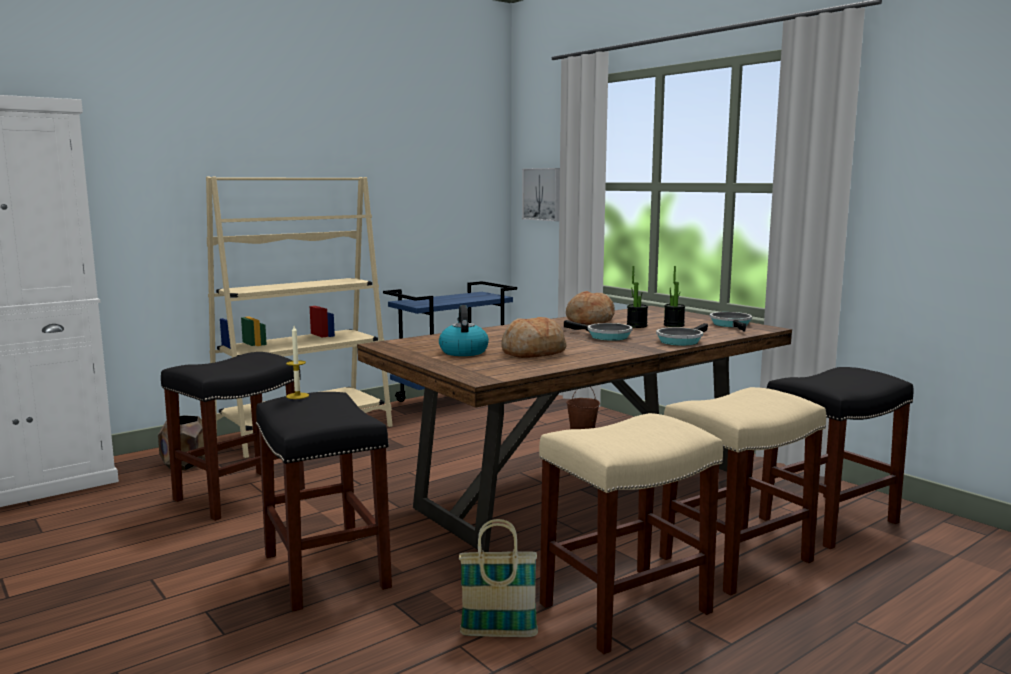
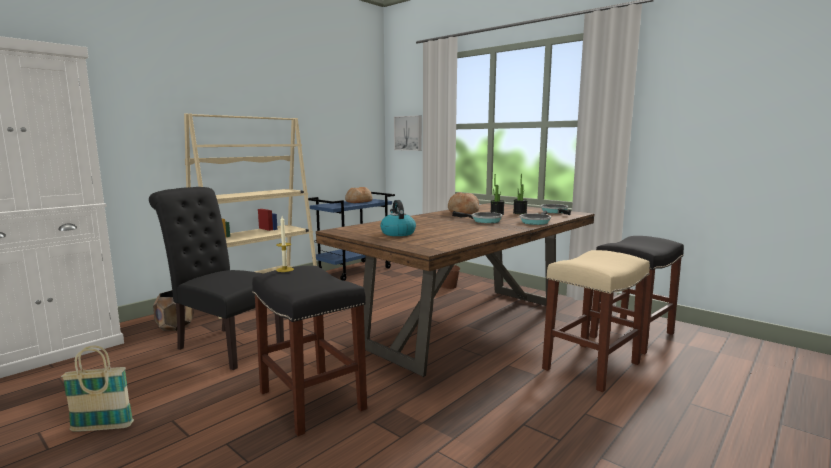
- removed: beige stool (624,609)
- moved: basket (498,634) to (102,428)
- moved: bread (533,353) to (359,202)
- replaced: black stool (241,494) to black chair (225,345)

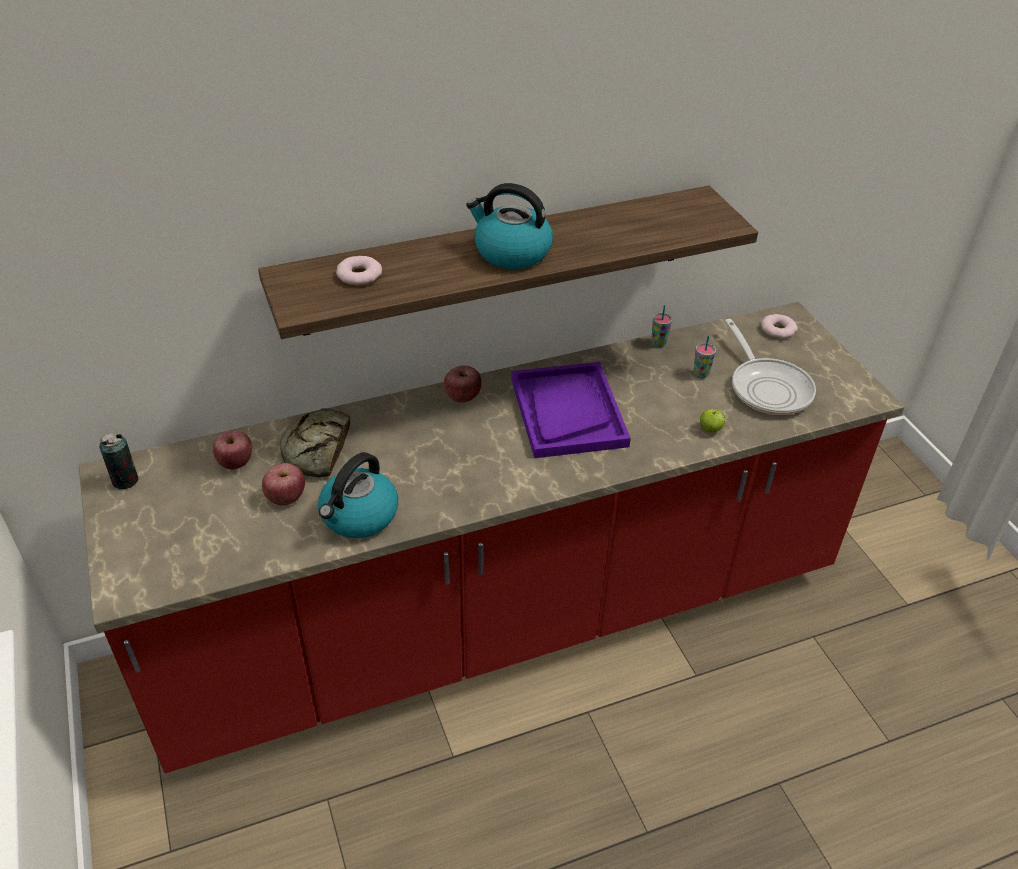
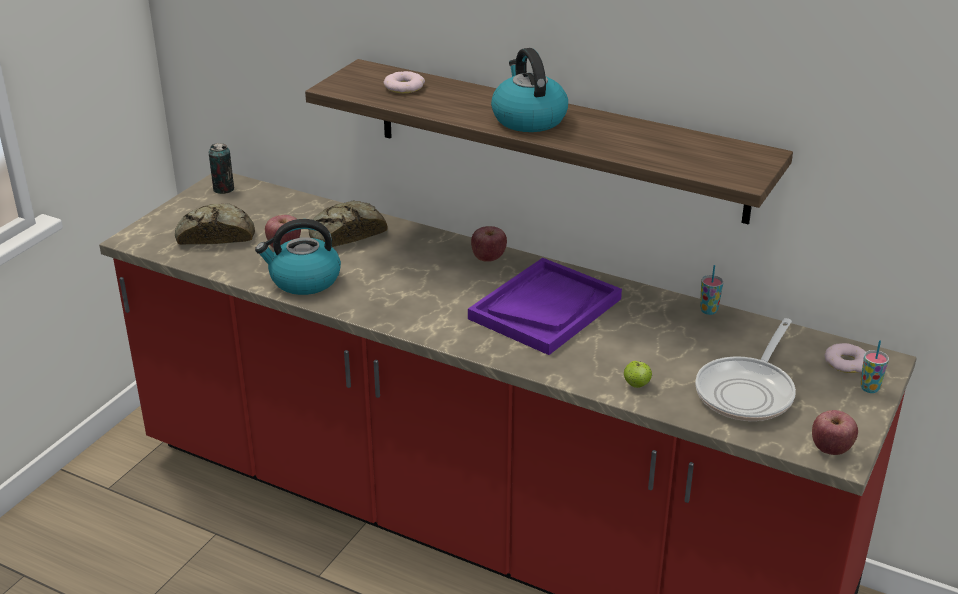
- added: bread (215,234)
- moved: apple (236,463) to (831,449)
- moved: cup (701,374) to (869,388)

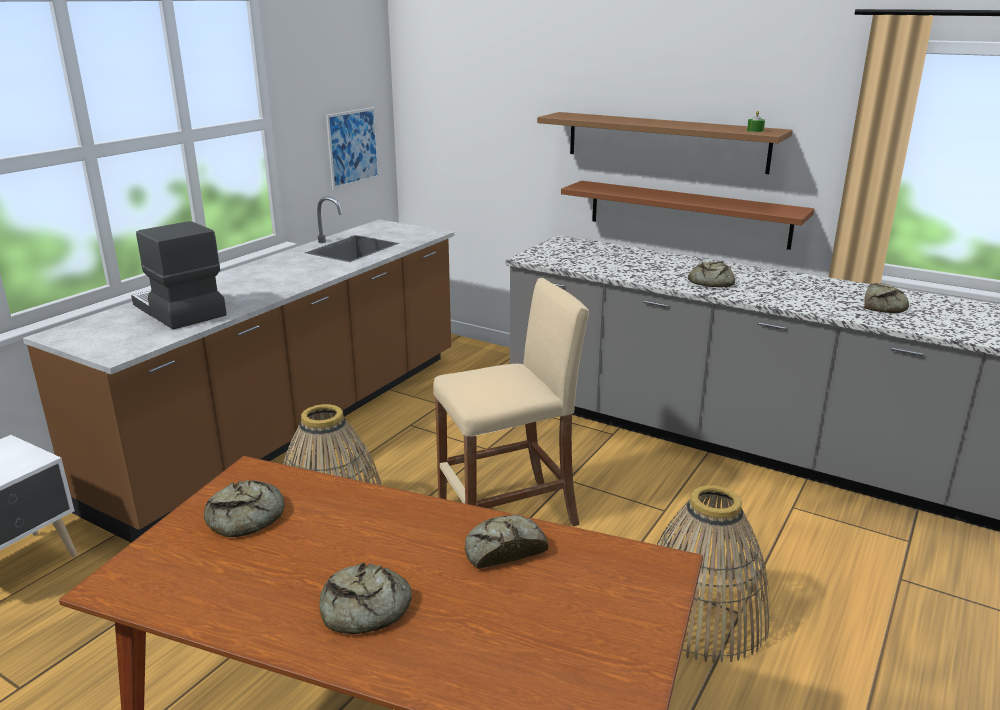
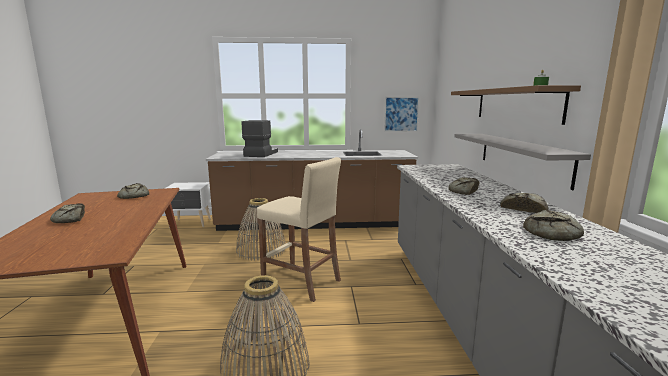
- moved: bread (503,549) to (523,209)
- recoloured: brown shelf (687,214) to grey shelf (521,156)

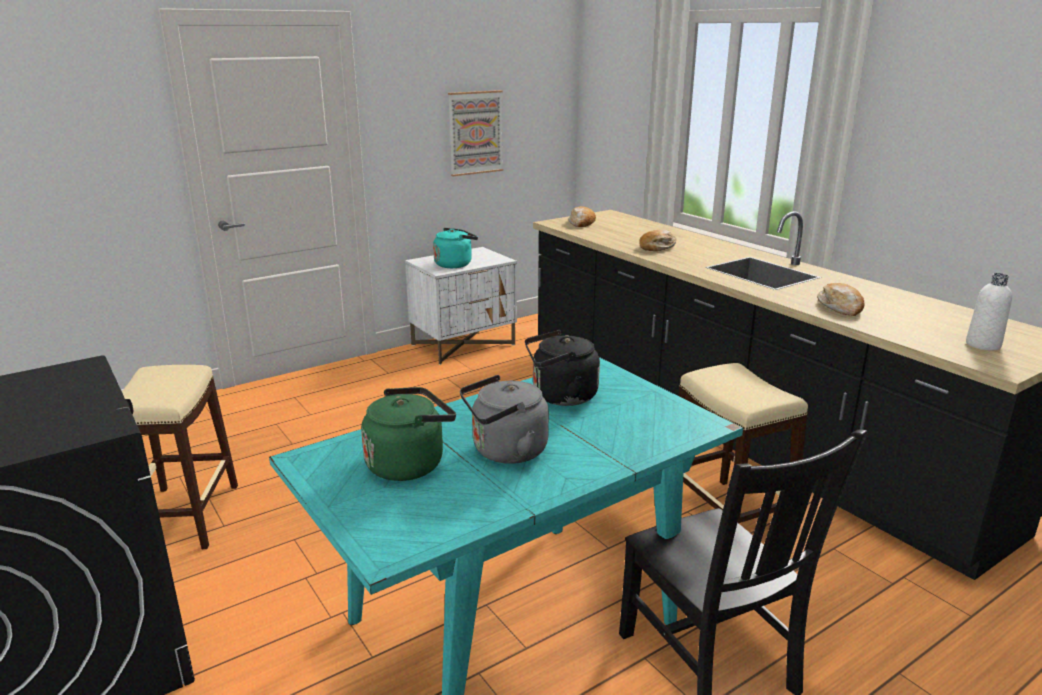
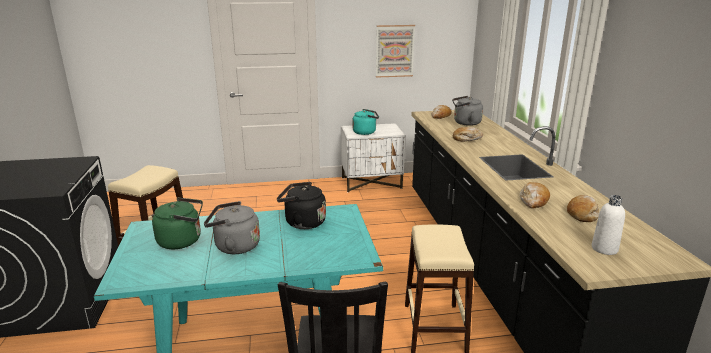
- added: grey kettle (465,123)
- added: bread (582,214)

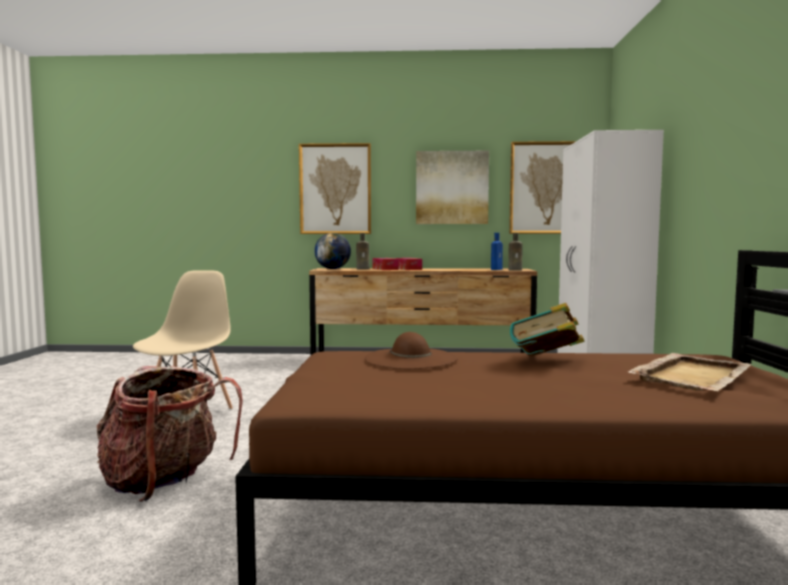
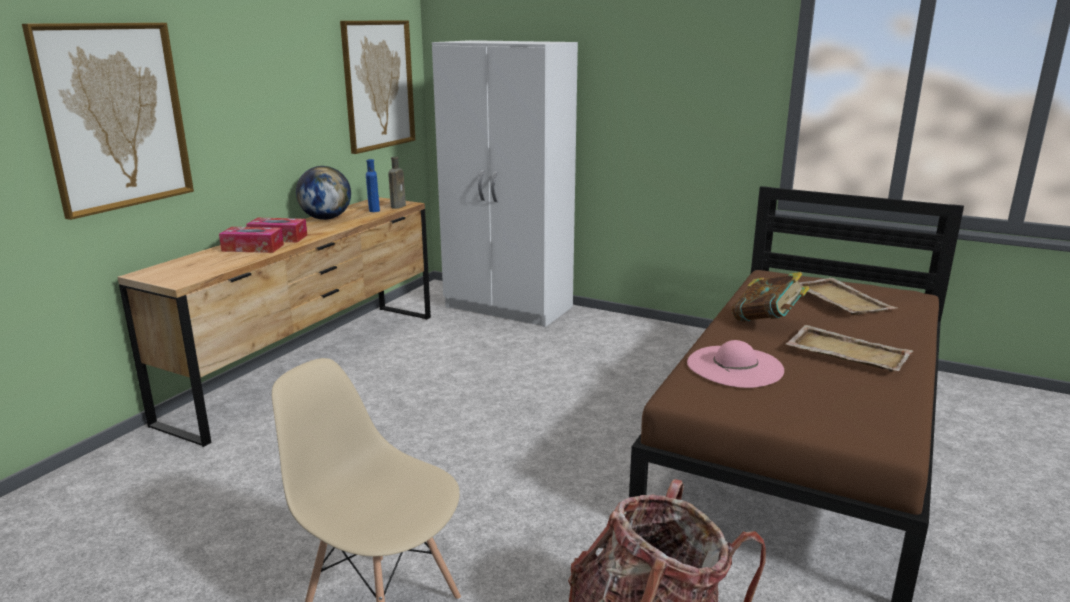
- removed: brown bottle (364,269)
- removed: picture (452,188)
- added: beige tray (846,352)
- moved: globe (332,269) to (326,218)
- recoloured: brown hat (411,359) to pink hat (735,366)

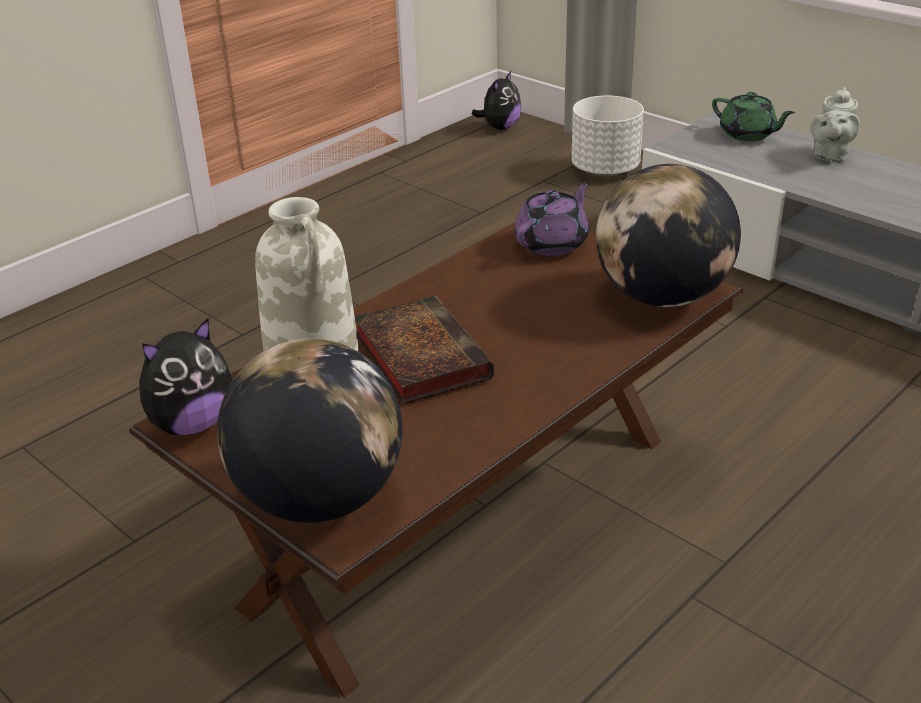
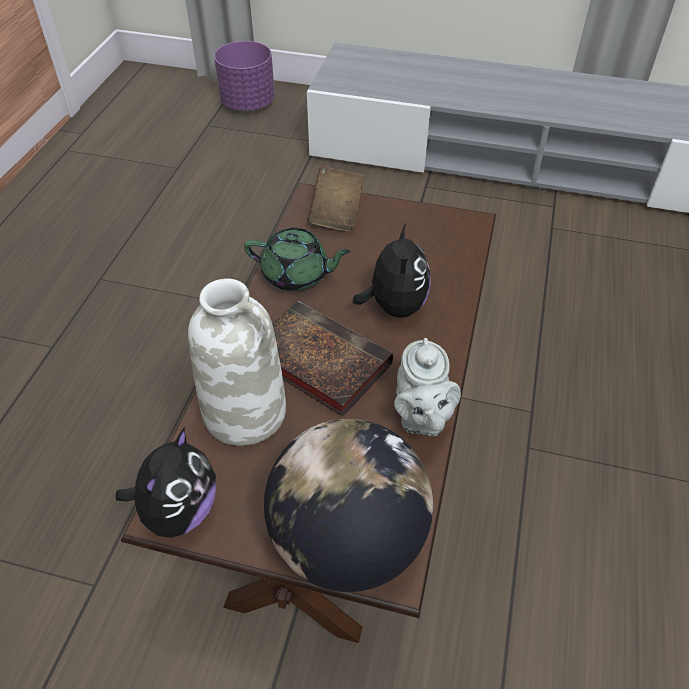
- removed: globe (661,296)
- moved: plush toy (500,127) to (394,306)
- moved: green teapot (748,134) to (296,275)
- moved: grey teapot (830,156) to (421,418)
- replaced: purple teapot (553,243) to brown book (336,213)
- recoloured: white planter (605,169) to purple planter (248,103)

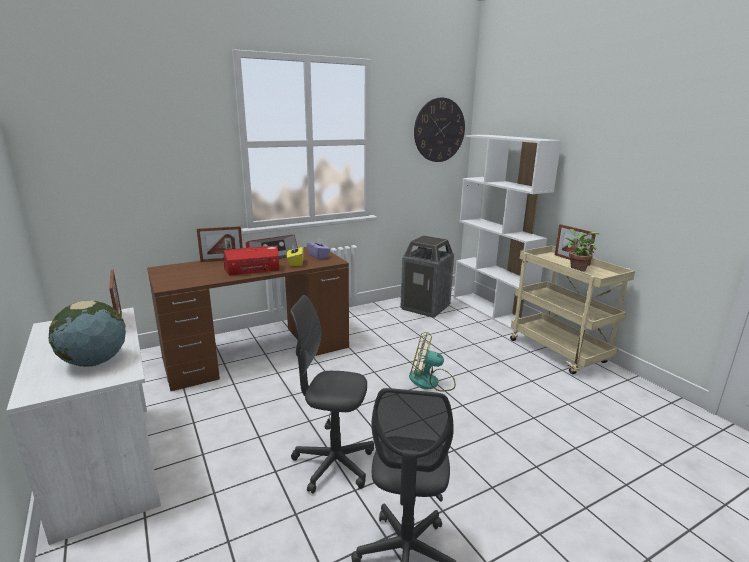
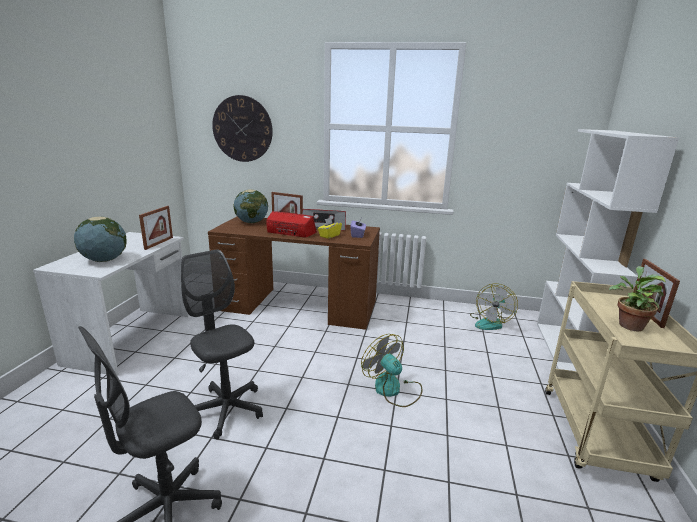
- added: globe (252,222)
- moved: wall clock (439,130) to (242,129)
- replaced: trash can (426,307) to fan (490,322)

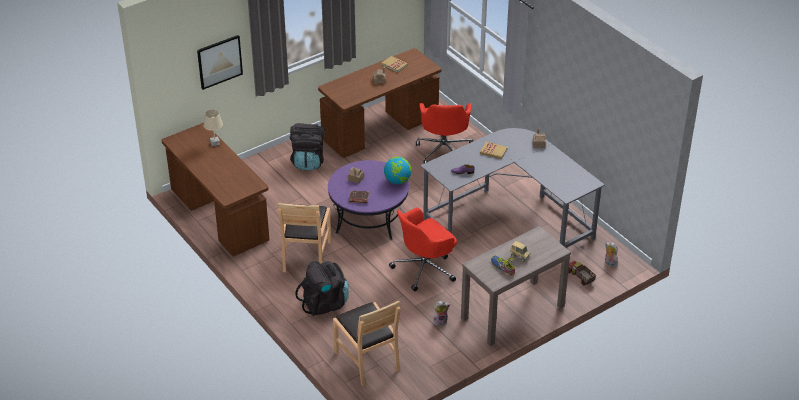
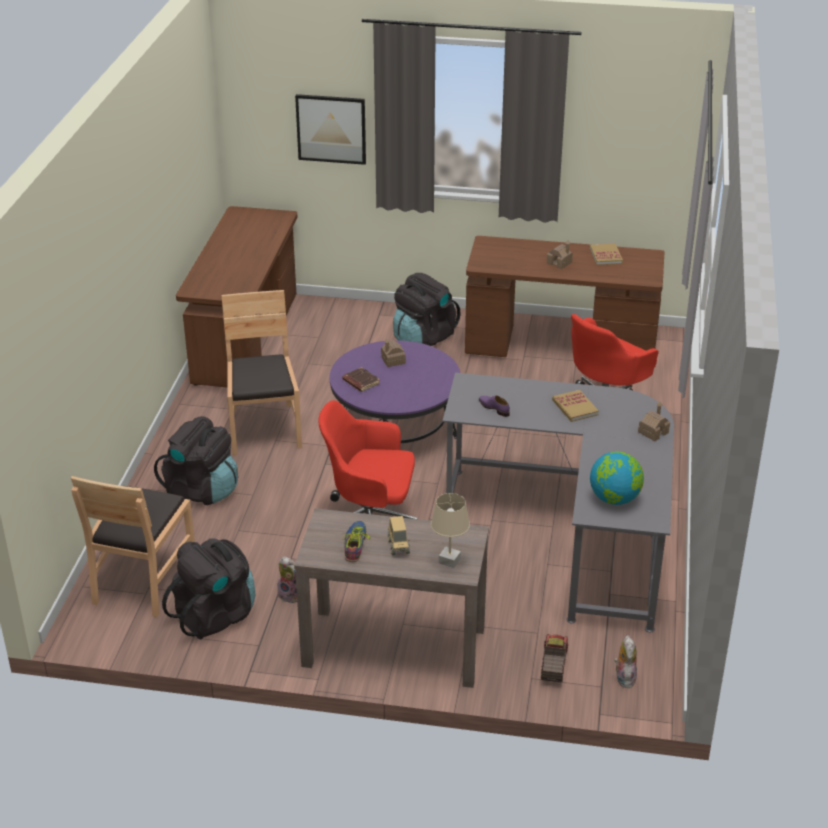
- added: black backpack (215,615)
- moved: beige table lamp (215,143) to (450,561)
- moved: globe (397,181) to (614,499)
- turned: brown chair (306,256) = (264,429) 120 degrees clockwise

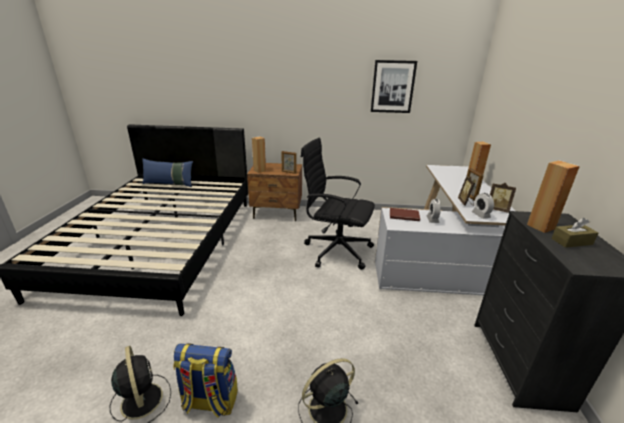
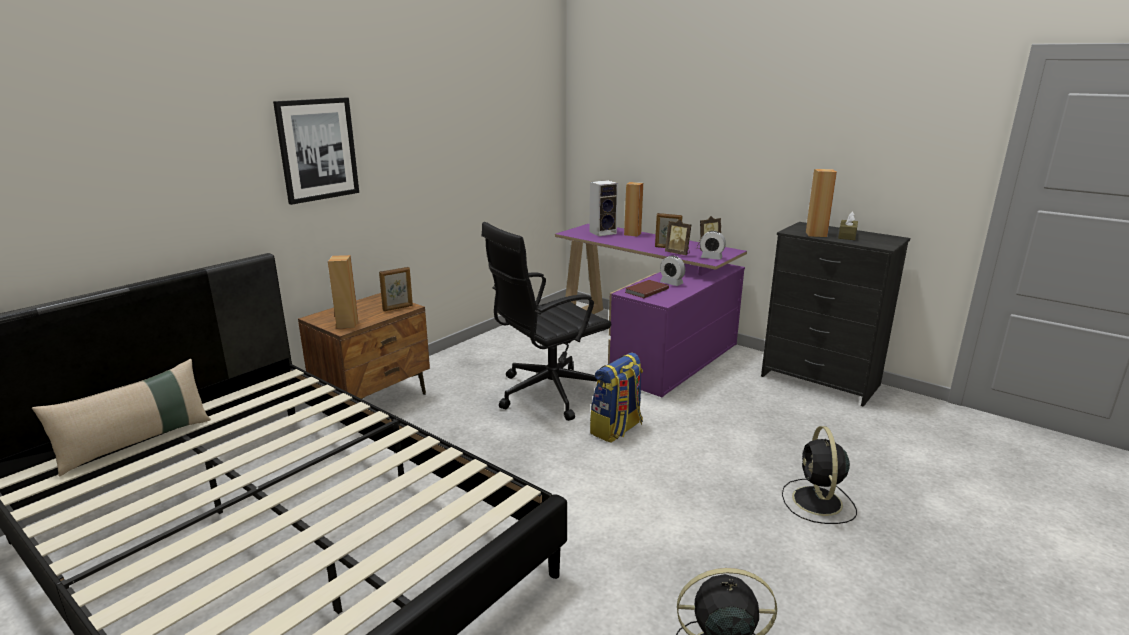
- added: speaker (603,232)
- moved: backpack (209,401) to (617,429)
- moved: picture (392,87) to (317,149)
- recoloured: blue pillow (169,184) to beige pillow (137,442)
- recoloured: white desk (440,260) to purple desk (646,344)

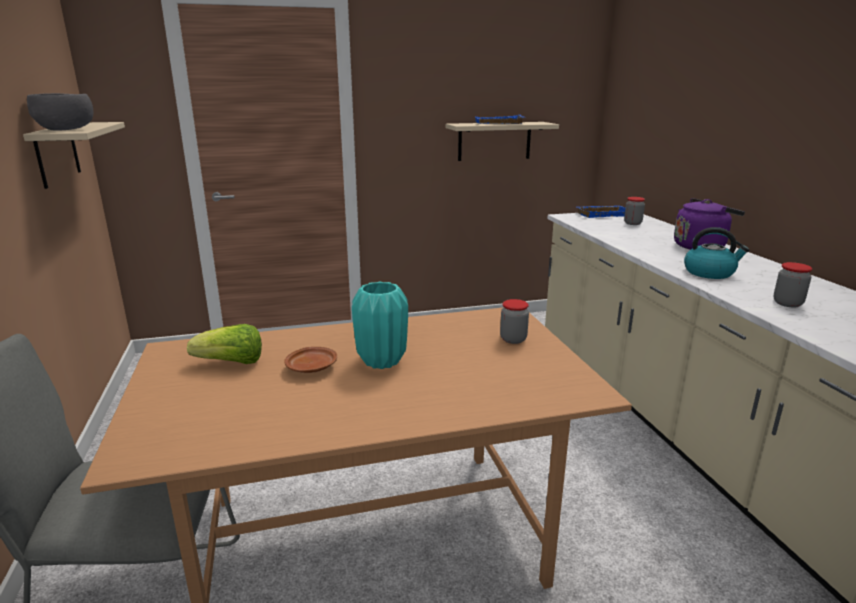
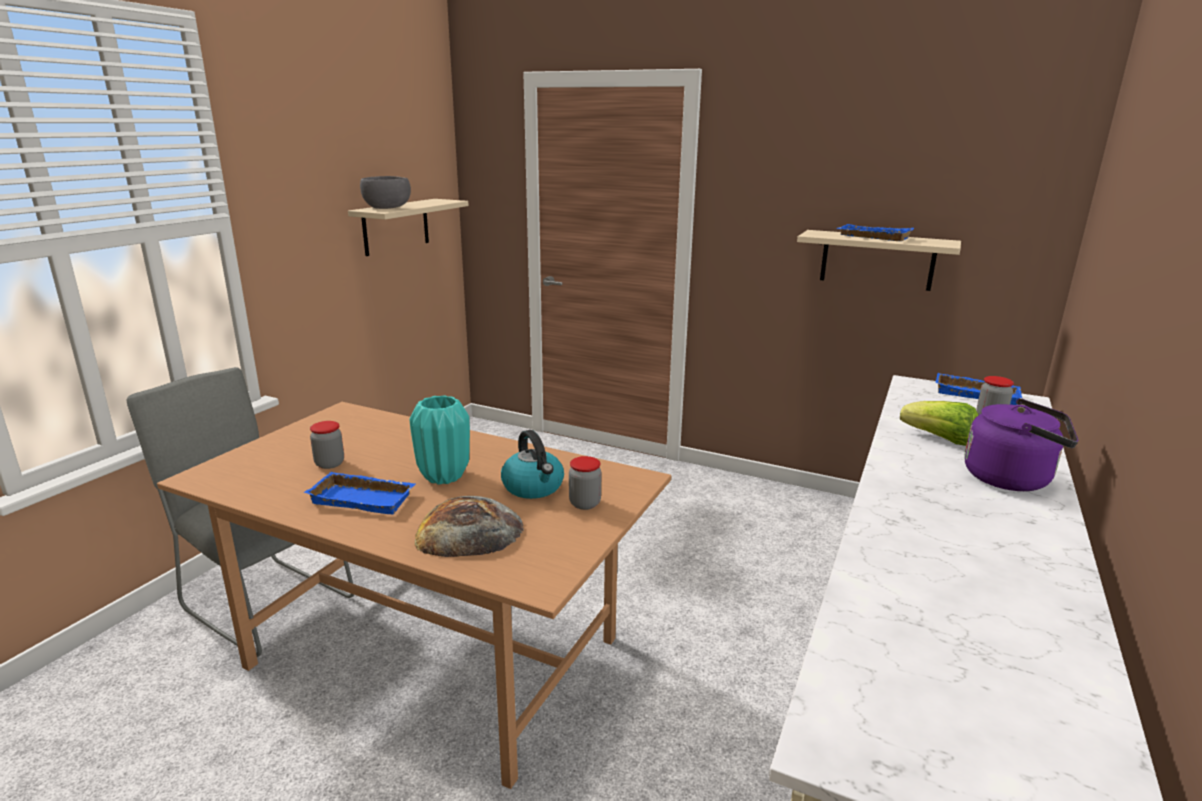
- removed: brown plate (312,367)
- added: blue tray (365,498)
- added: bread (469,532)
- moved: lettuce (231,363) to (939,439)
- moved: kettle (710,273) to (533,487)
- moved: jar (787,303) to (329,464)

